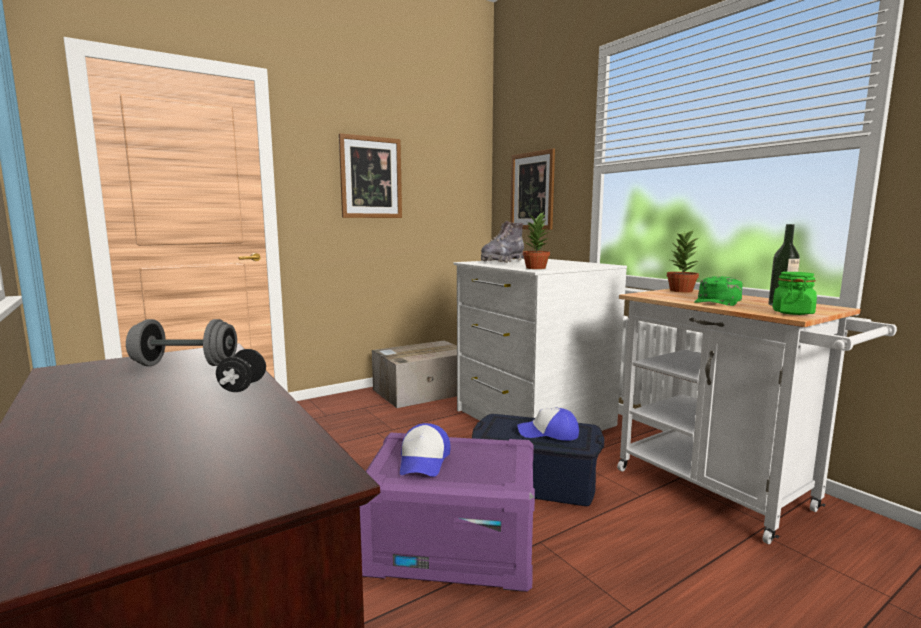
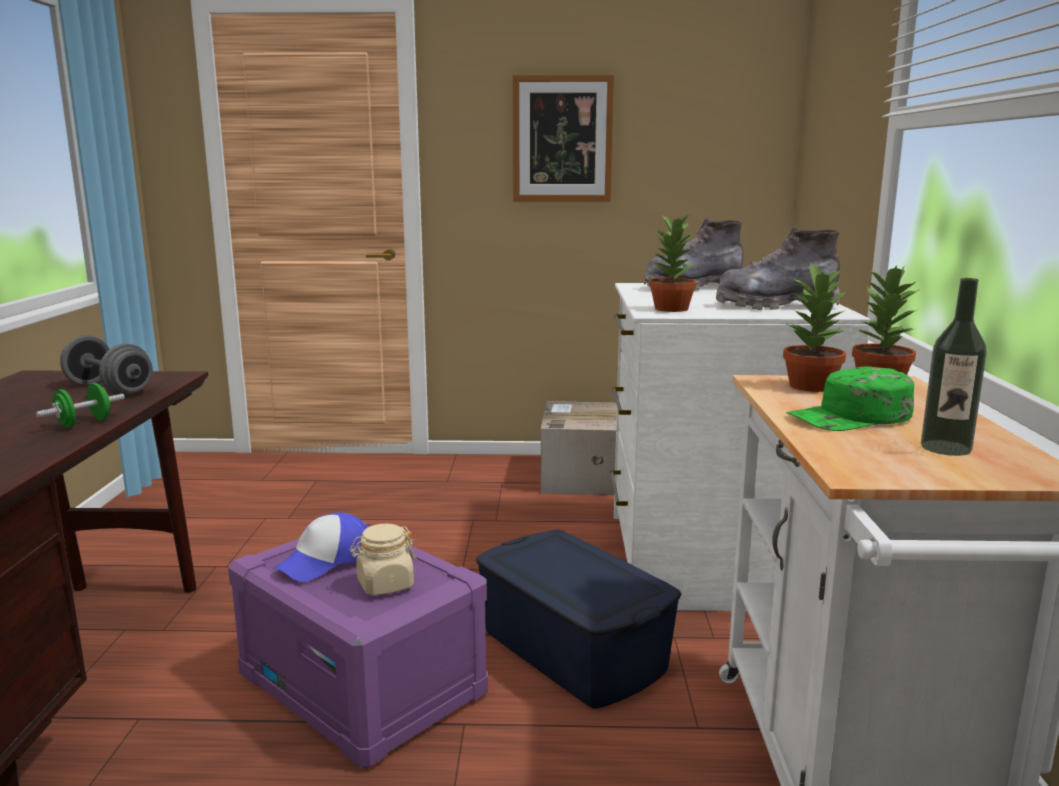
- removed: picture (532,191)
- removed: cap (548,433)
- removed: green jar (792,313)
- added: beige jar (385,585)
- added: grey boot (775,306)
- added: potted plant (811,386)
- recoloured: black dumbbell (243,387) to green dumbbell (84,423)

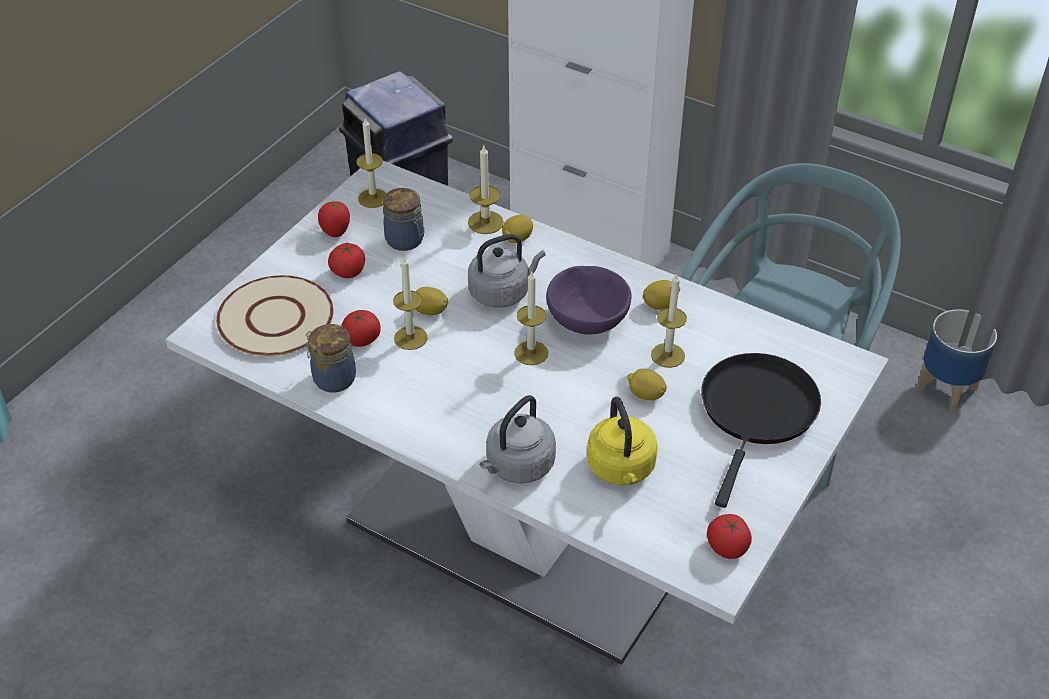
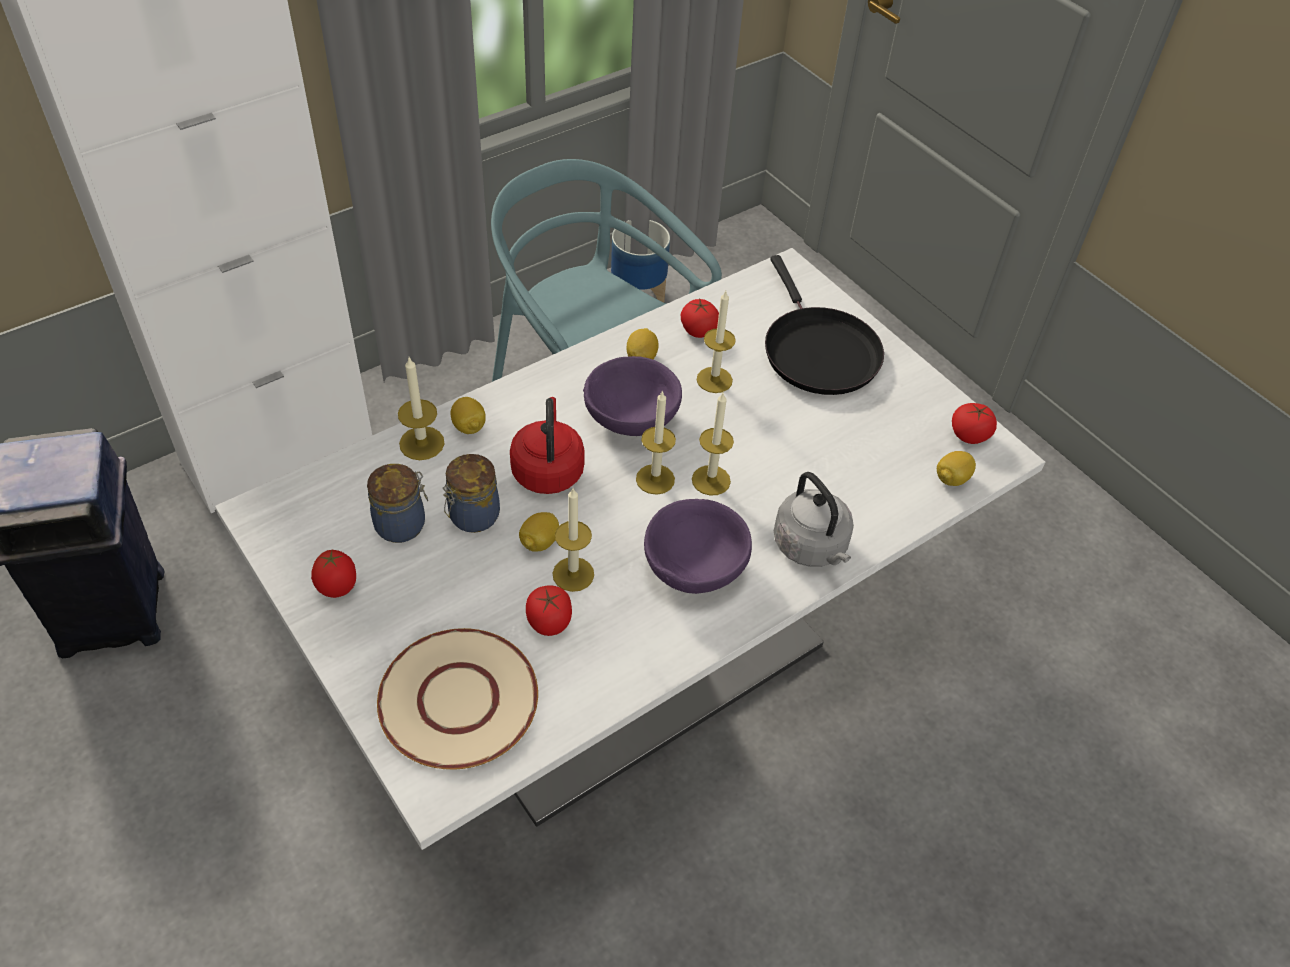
- removed: yellow kettle (622,469)
- added: purple bowl (694,566)
- moved: jar (332,378) to (472,517)
- moved: tomato (348,272) to (698,331)
- moved: candle (373,198) to (711,480)
- moved: lemon (645,395) to (951,479)
- recoloured: grey kettle (502,292) to red kettle (548,469)
- turned: black frying pan (757,412) = (817,351) 150 degrees counterclockwise

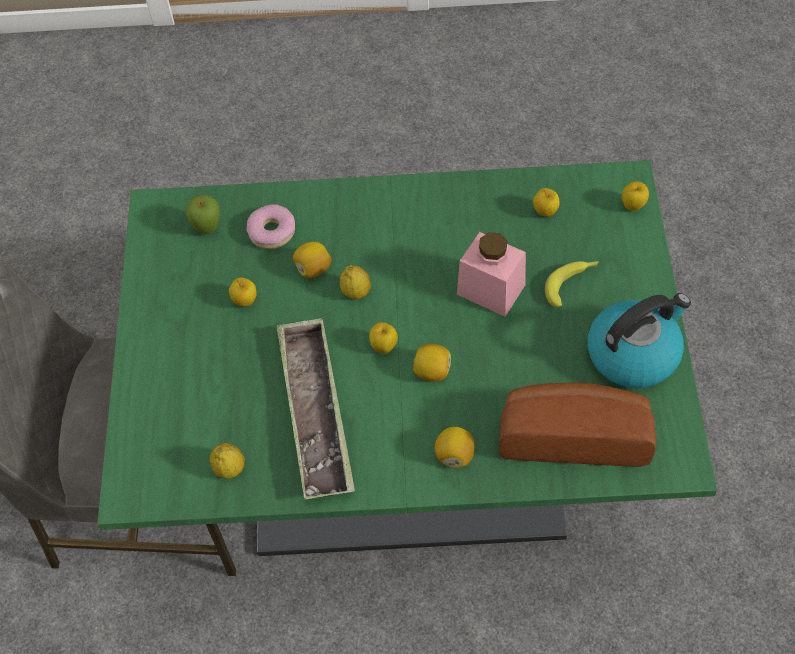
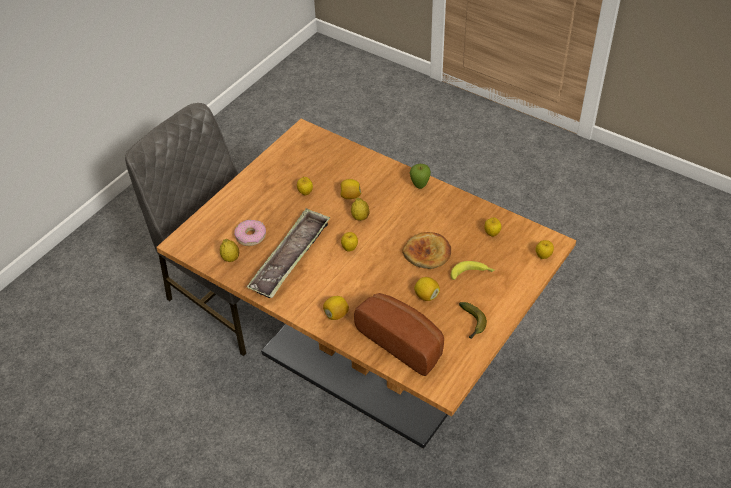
- moved: apple (208,229) to (419,186)
- moved: donut (271,231) to (251,236)
- moved: lemon (432,371) to (426,296)
- replaced: pink jar (491,289) to bread (427,253)
- replaced: kettle (633,353) to banana (472,324)
- recoloured: green dining table (408,472) to brown dining table (369,362)

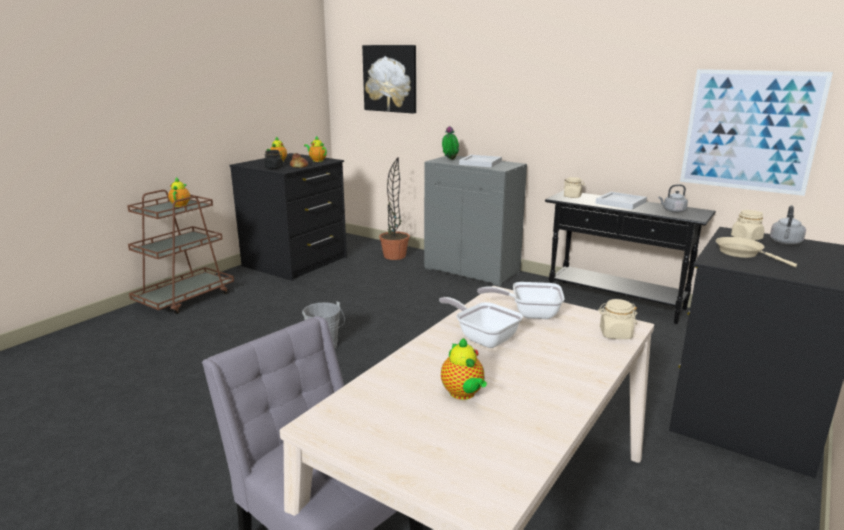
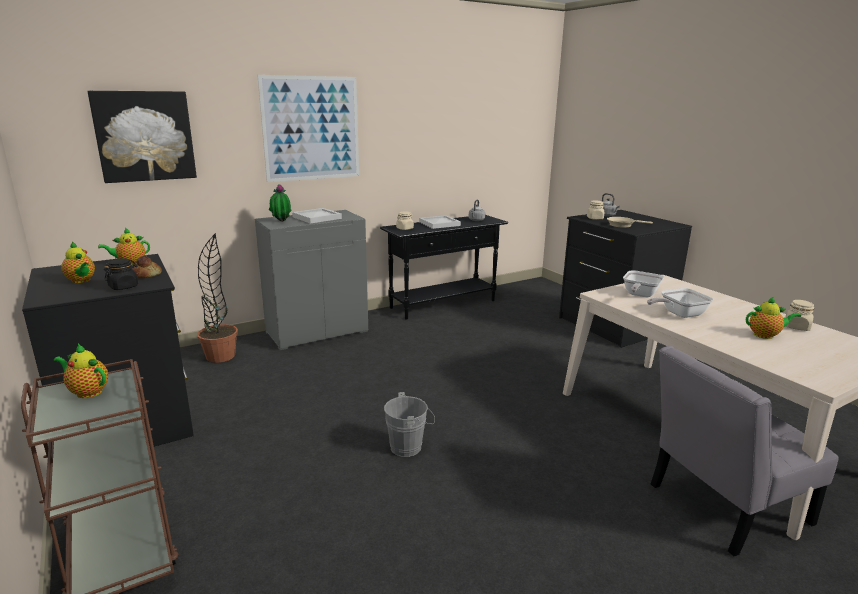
- moved: beige jar (615,334) to (796,327)
- moved: picture (750,131) to (311,128)

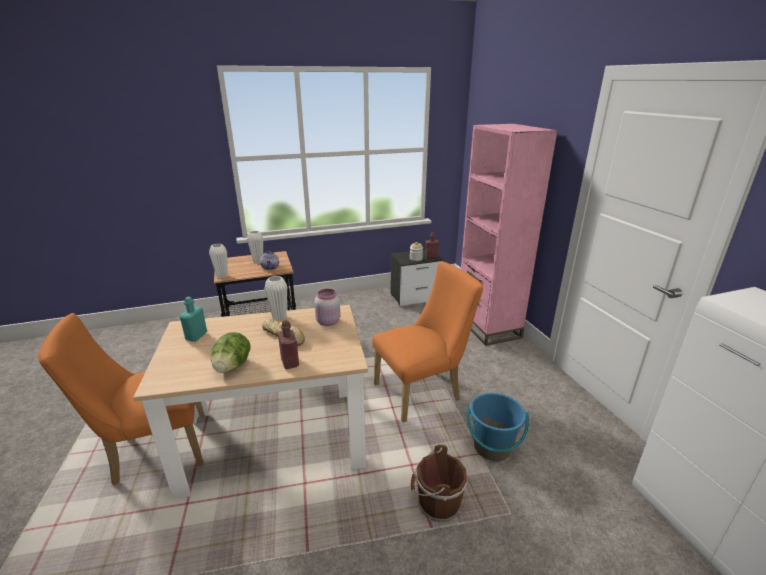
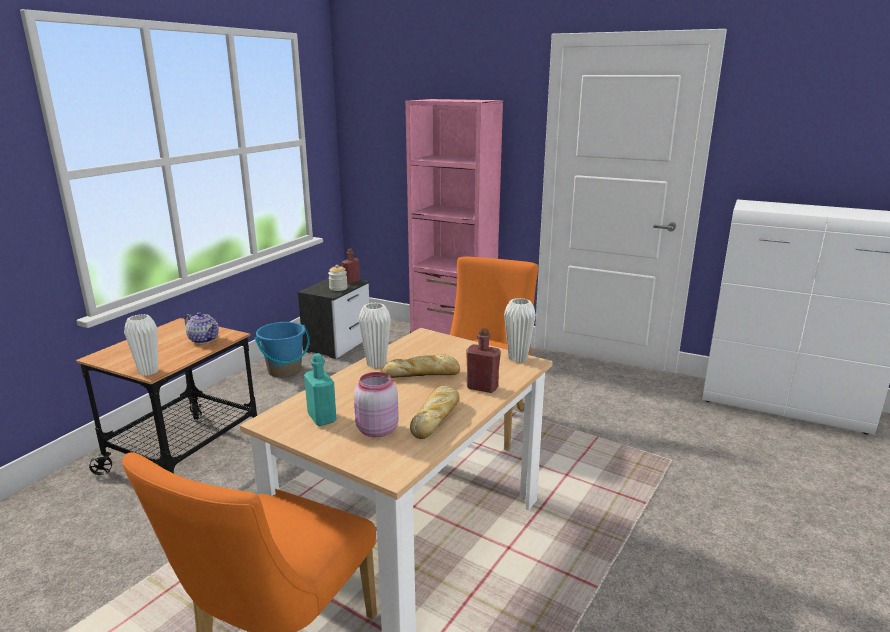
- removed: brown bucket (436,504)
- moved: white vase (258,261) to (517,358)
- moved: pink jar (327,321) to (376,430)
- moved: blue bucket (492,447) to (285,371)
- replaced: lettuce (232,366) to bread (436,417)

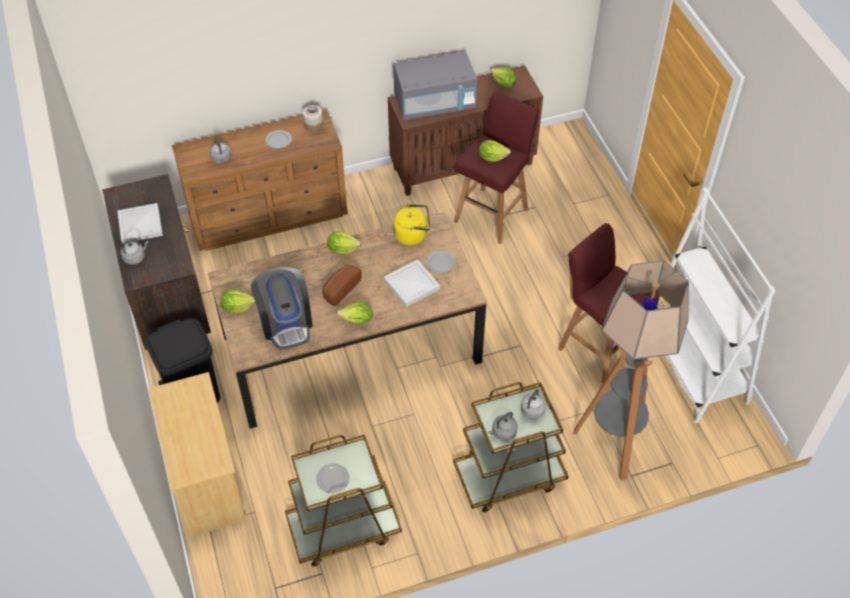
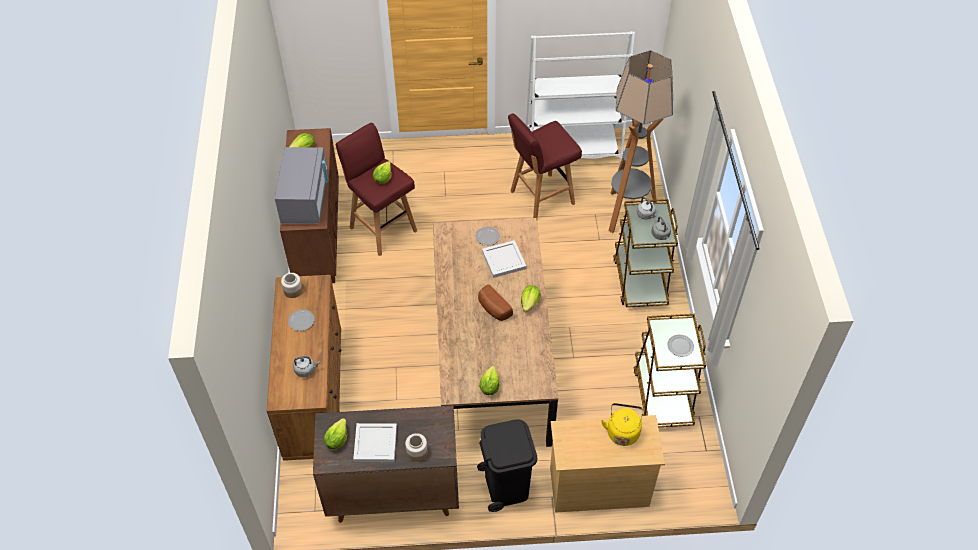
- removed: coffee machine (286,323)
- moved: lettuce (342,249) to (337,440)
- moved: yellow kettle (412,235) to (622,431)
- replaced: grey kettle (135,257) to jar (416,452)

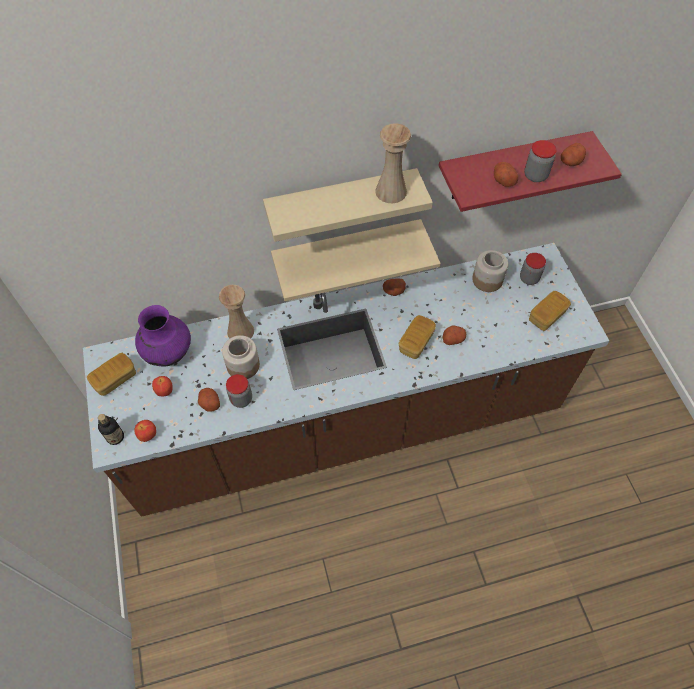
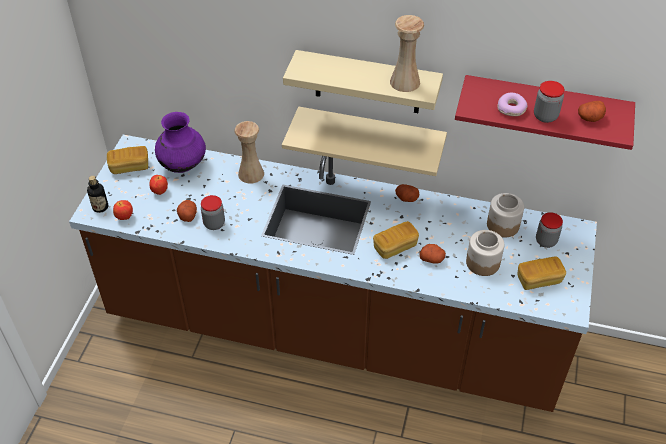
- moved: jar (242,365) to (482,262)
- replaced: potato (503,180) to donut (511,109)

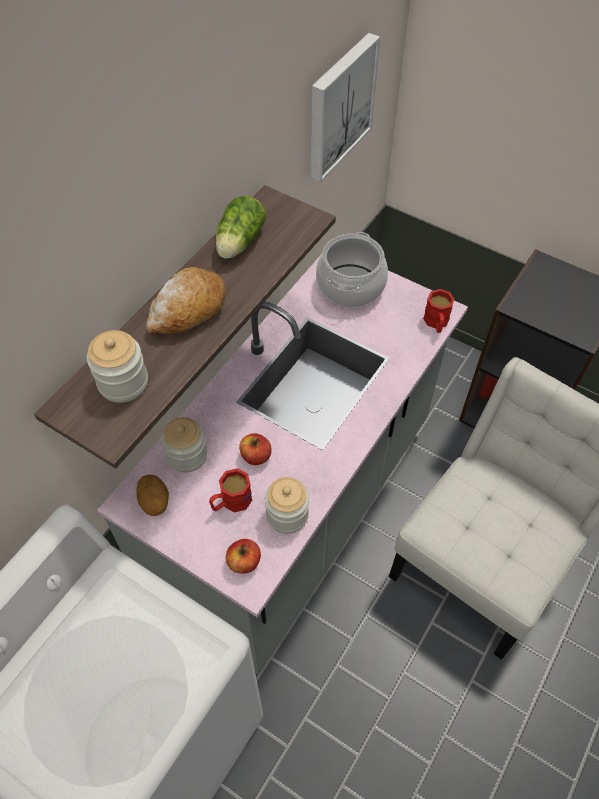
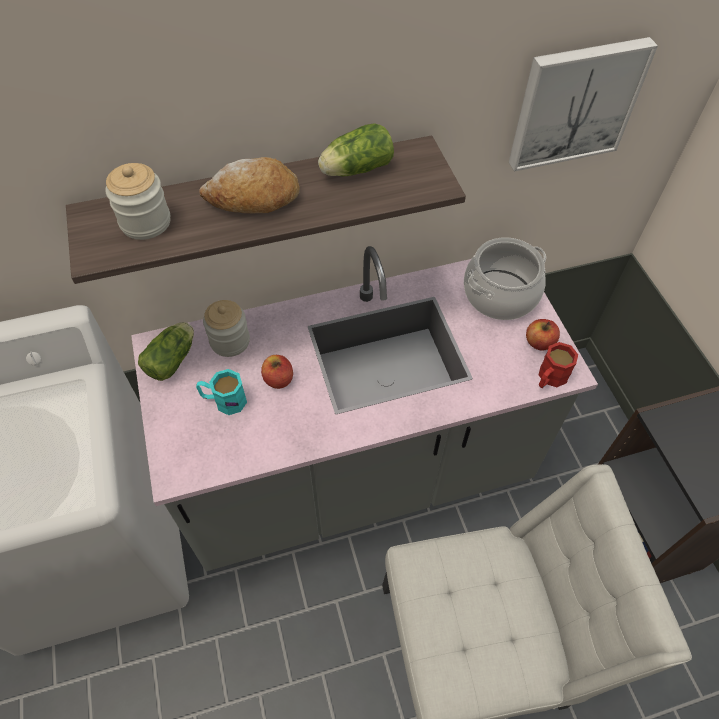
- removed: jar (287,515)
- moved: apple (244,562) to (539,342)
- replaced: potato (155,501) to lettuce (173,358)
- recoloured: red mug (231,502) to turquoise mug (224,401)

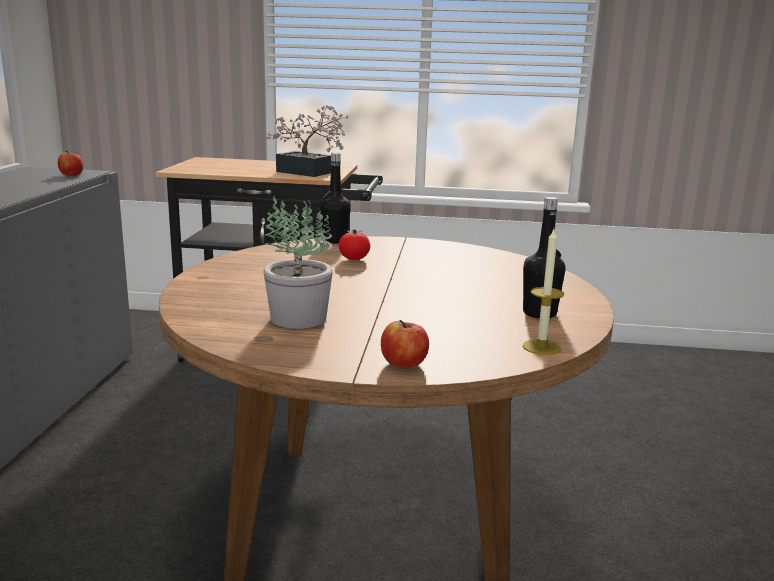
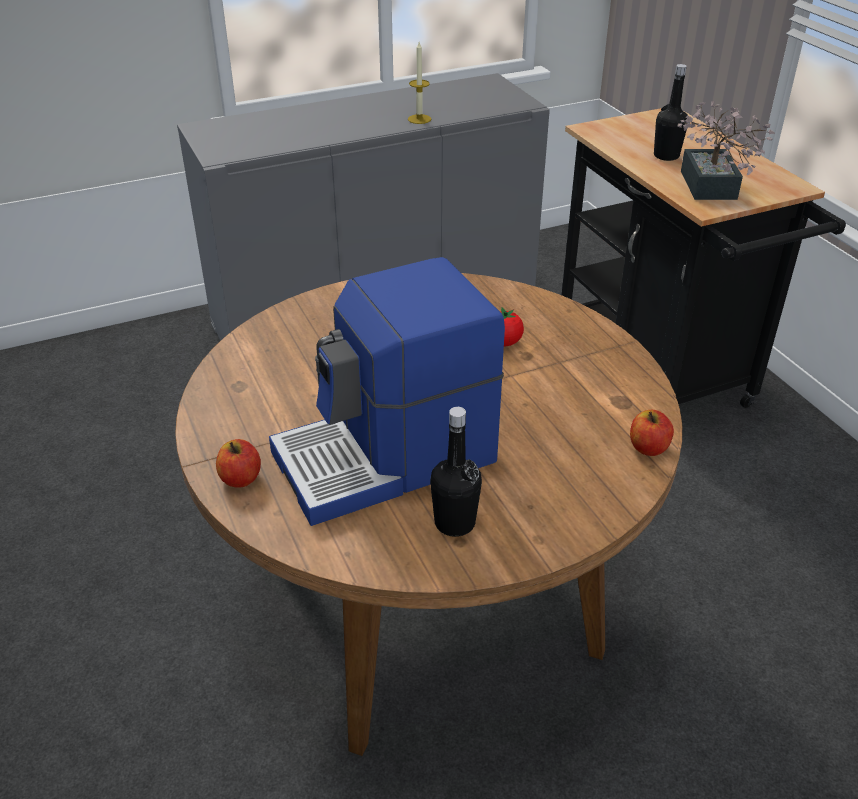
- removed: potted plant (297,318)
- added: coffee machine (387,458)
- moved: apple (72,175) to (648,447)
- moved: black bottle (335,241) to (666,156)
- moved: candle (541,347) to (419,119)

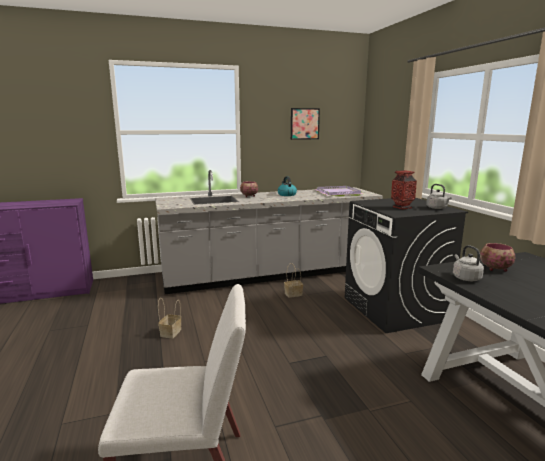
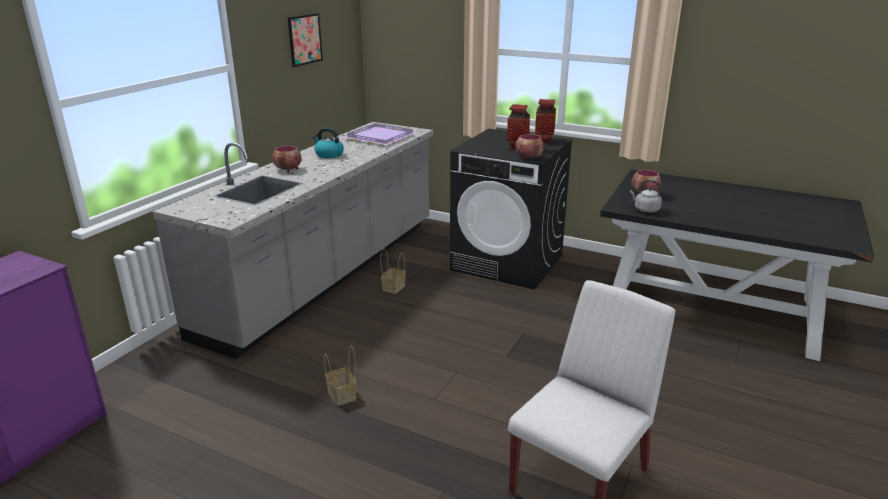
- added: bowl (529,158)
- replaced: grey kettle (437,208) to vase (544,141)

